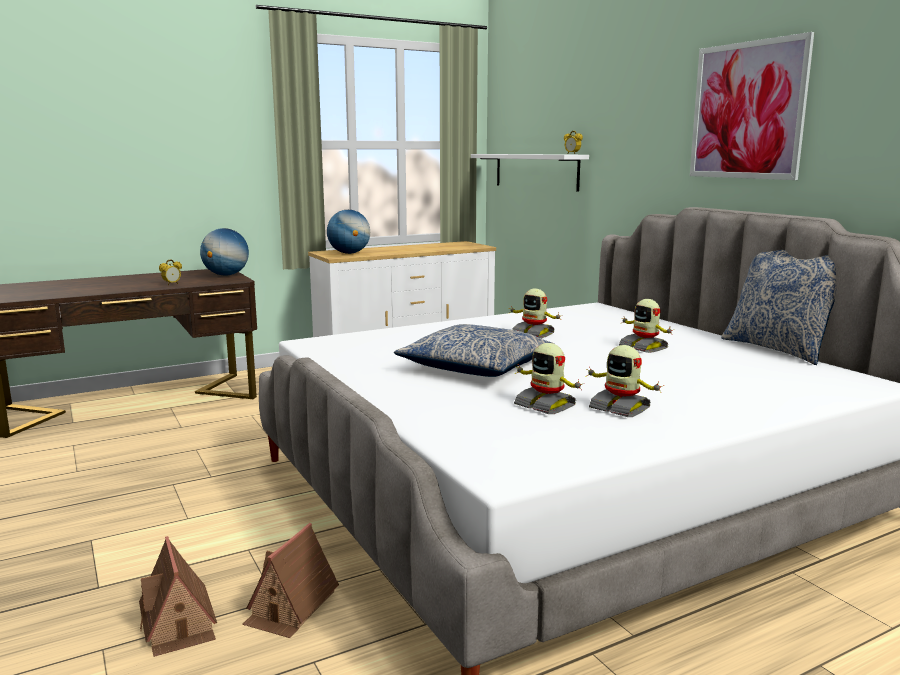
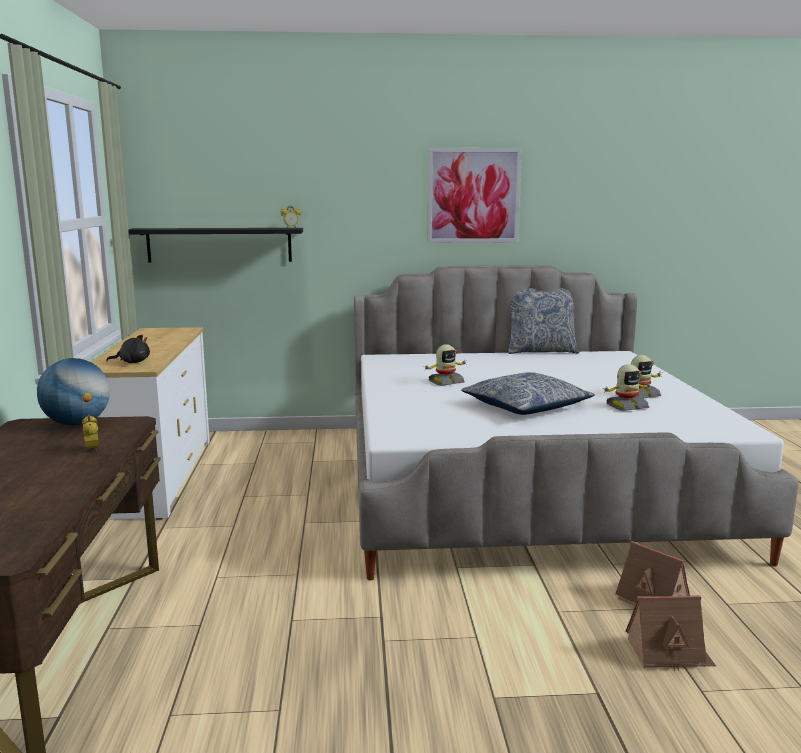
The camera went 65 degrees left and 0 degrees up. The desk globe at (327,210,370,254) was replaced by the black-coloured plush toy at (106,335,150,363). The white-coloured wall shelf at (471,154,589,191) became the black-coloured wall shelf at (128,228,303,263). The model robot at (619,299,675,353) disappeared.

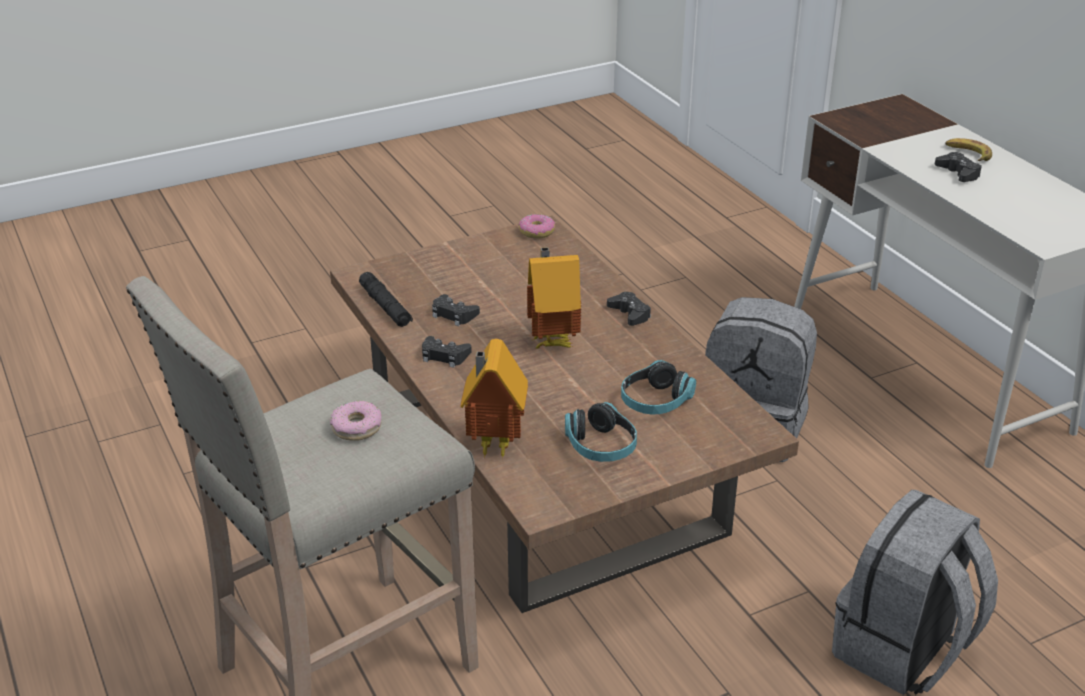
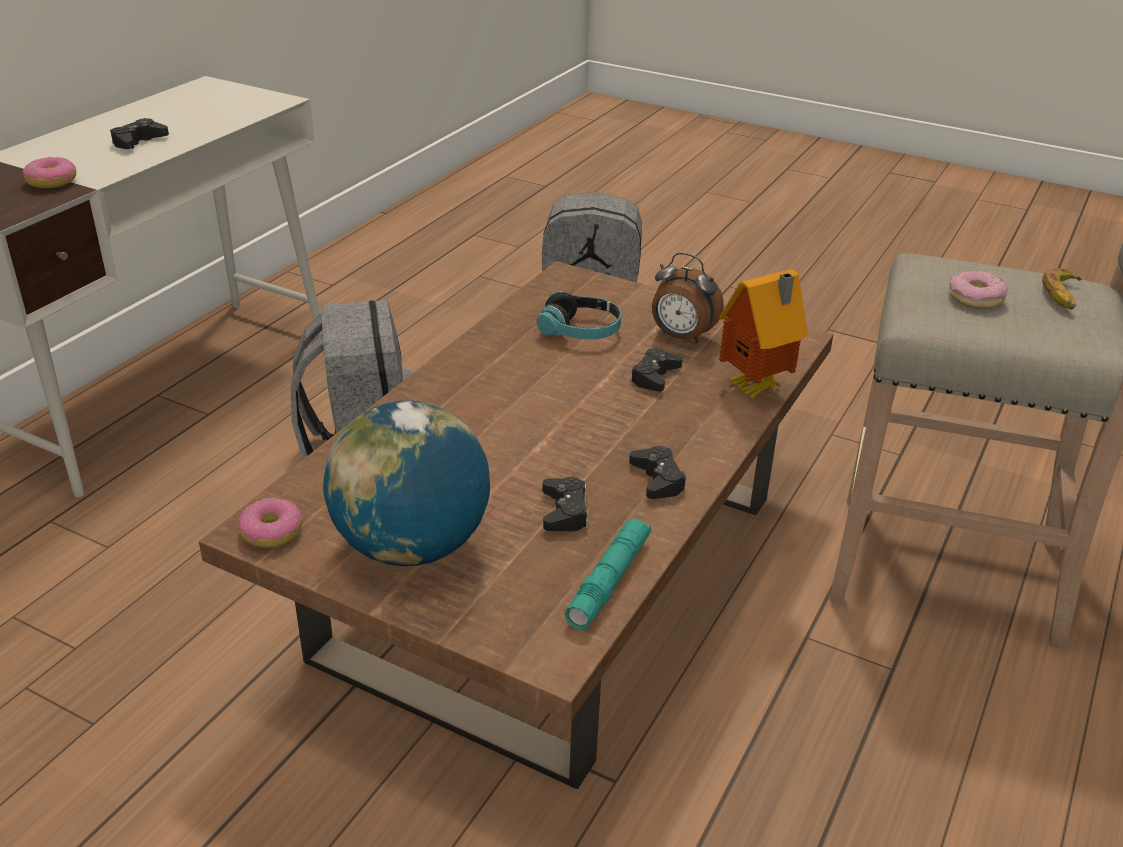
The camera went 125 degrees left and 0 degrees up. The black-coloured flashlight at (359,272,413,327) became the turquoise flashlight at (565,519,651,630). The toy house at (527,247,581,350) disappeared. The pair of headphones at (565,402,637,462) was replaced by the alarm clock at (652,253,724,343). The black-coloured joypad moved from (607,292,651,326) to (630,348,683,391). The banana moved from (945,138,992,161) to (1042,268,1082,309). The donut at (23,157,76,188) appeared. The desk globe at (323,401,490,566) appeared.

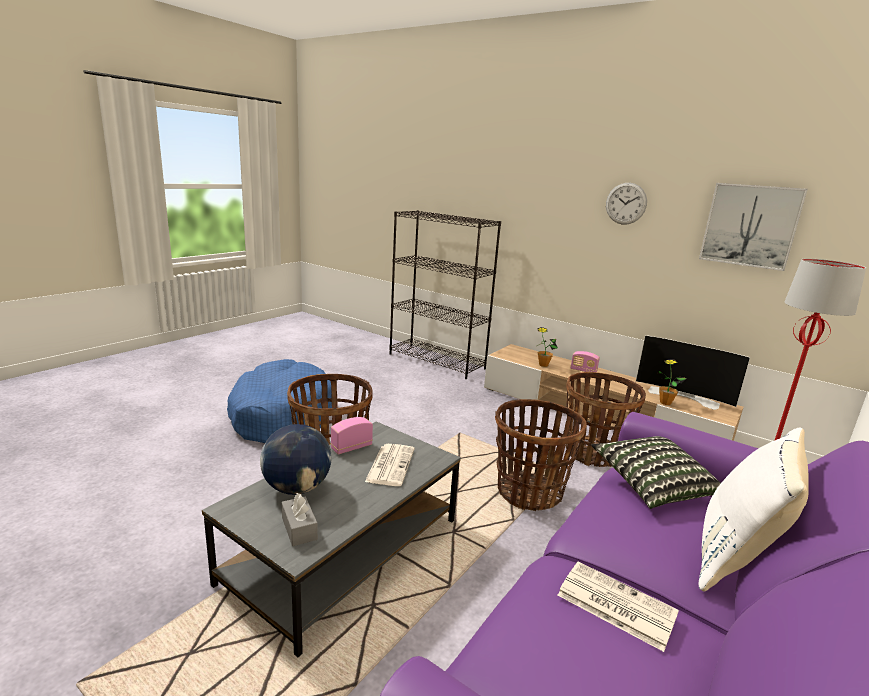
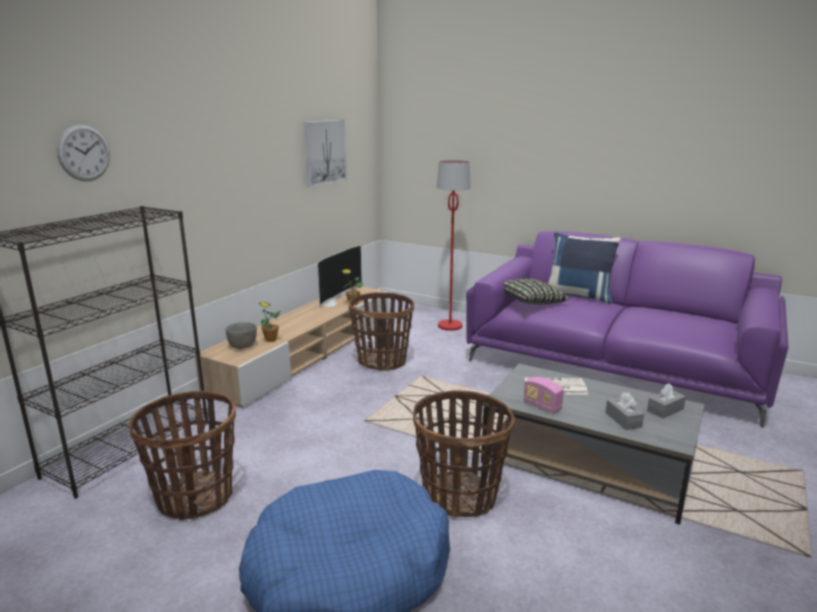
The camera went 95 degrees left and 0 degrees up. The desk globe at (260,424,332,495) was replaced by the gray tissue holder at (605,392,644,430). The household basket moved from (495,399,587,511) to (128,391,236,520). The printed paper at (558,562,679,652) disappeared. The radio receiver at (571,351,600,372) disappeared. The clock on the wall moved from (606,183,647,225) to (57,124,110,181). The white-coloured throw pillow at (698,427,809,592) became the bluish throw pillow at (548,232,621,304). The gray deep dish at (226,322,257,349) appeared.

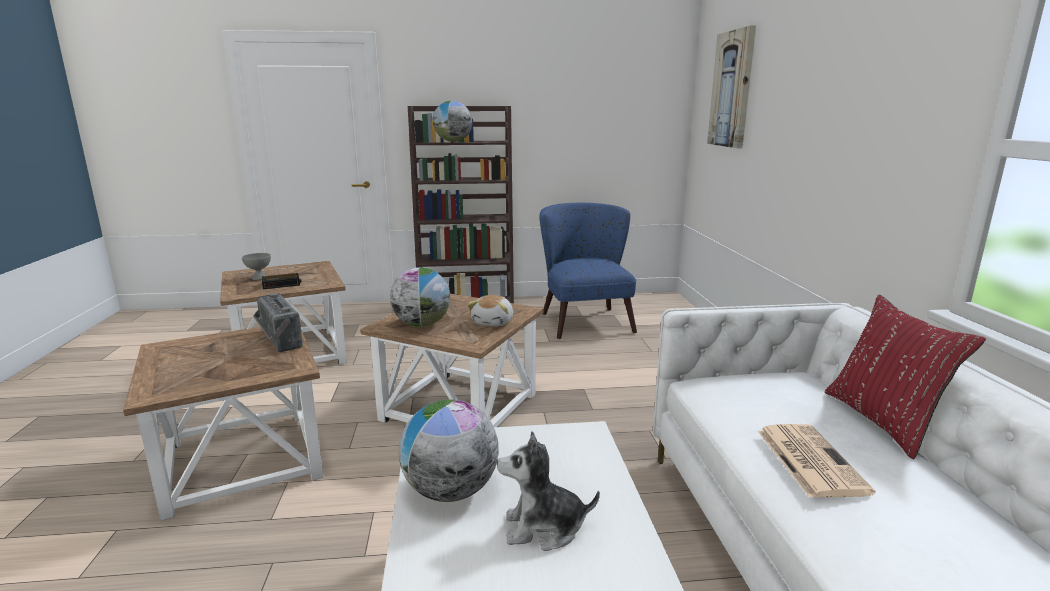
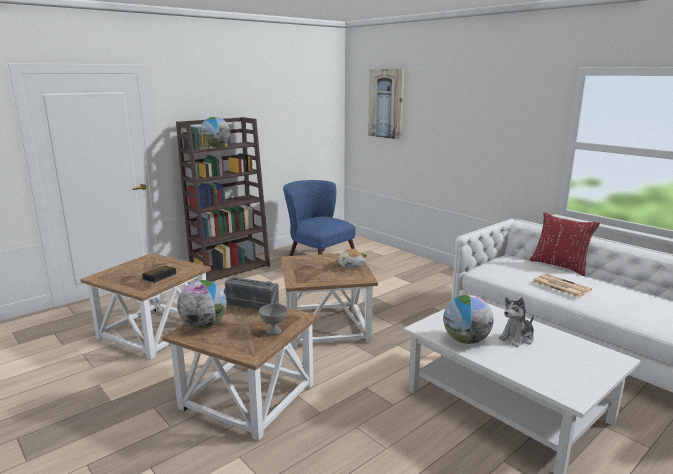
The camera went 35 degrees left and 0 degrees up. The gray deep dish moved from (242,253,271,280) to (259,304,287,335). The desk globe moved from (390,267,450,327) to (177,280,227,329).

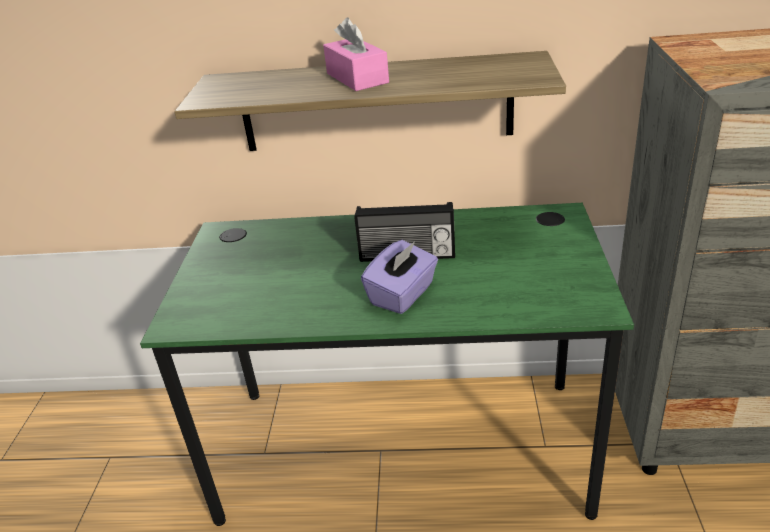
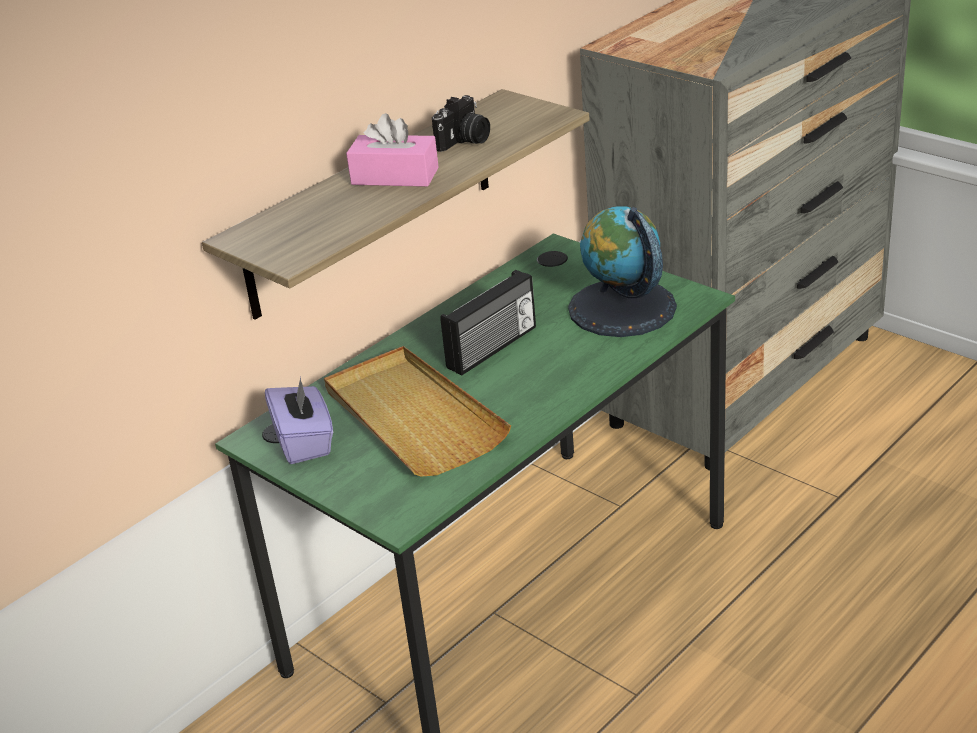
The camera went 50 degrees left and 0 degrees up. The purple tissue holder moved from (361,240,438,314) to (265,377,333,464). The sand-coloured carrying tray at (324,346,511,477) appeared. The photo camera at (432,95,490,152) appeared. The desk globe at (568,207,677,337) appeared.

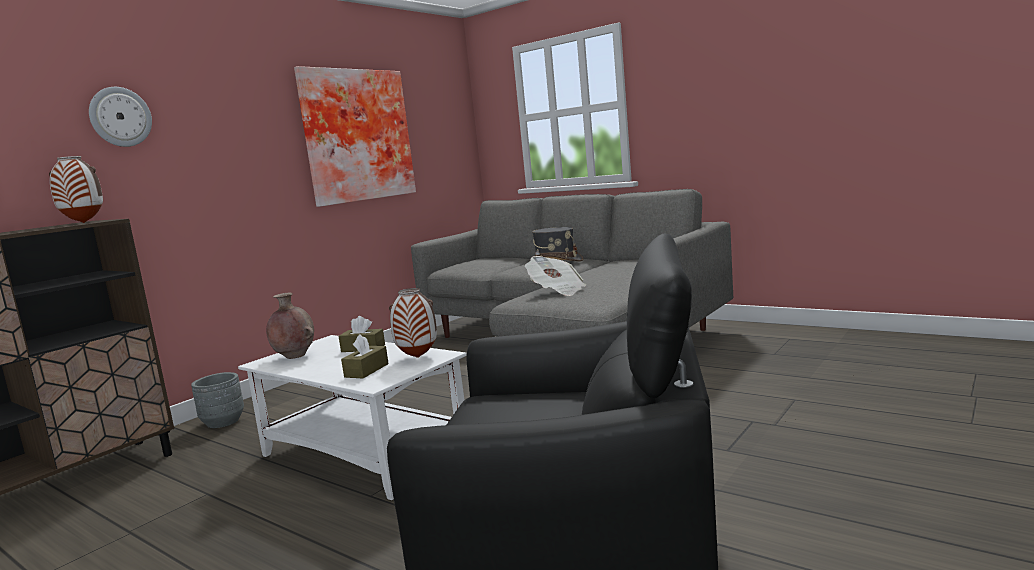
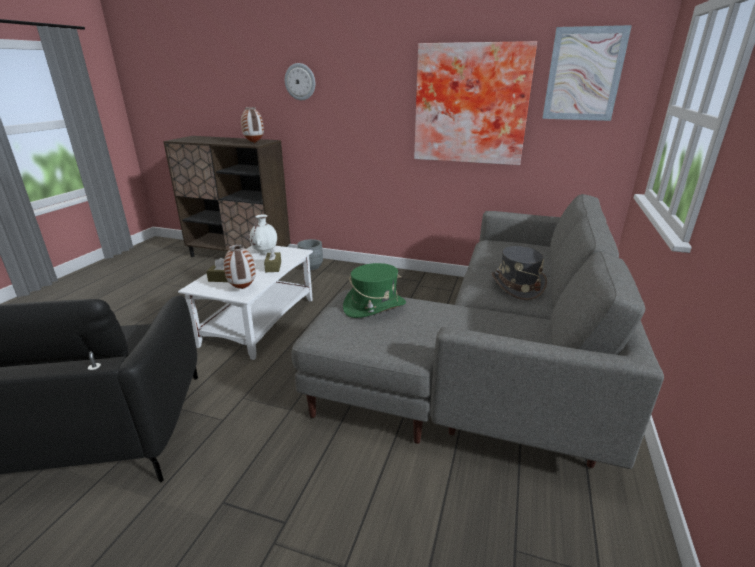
The camera went 70 degrees right and 15 degrees up. The brown-coloured vase at (266,292,314,359) became the white-coloured vase at (249,214,277,254). The printed paper at (525,256,586,296) was replaced by the greenish clothing hat at (343,263,406,318). The wall picture at (542,25,632,121) appeared.

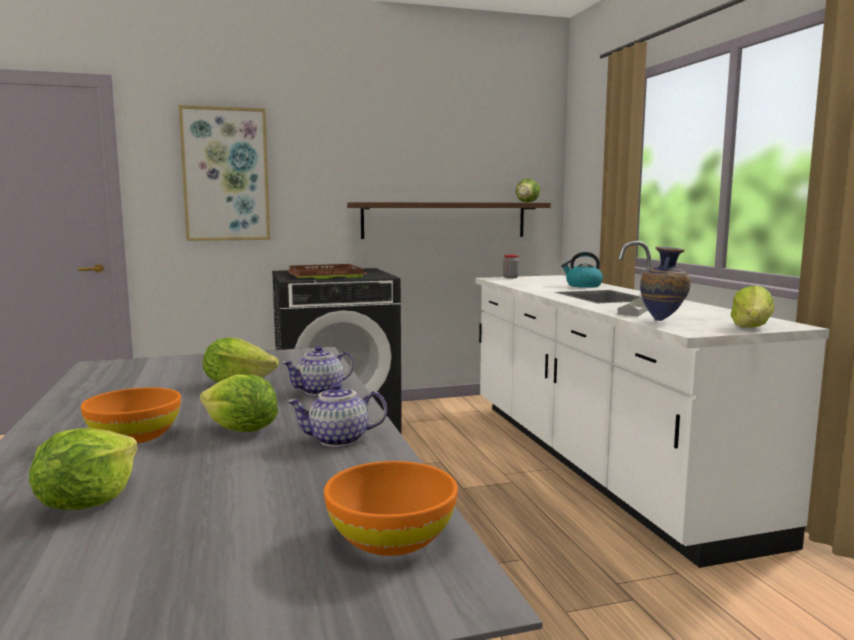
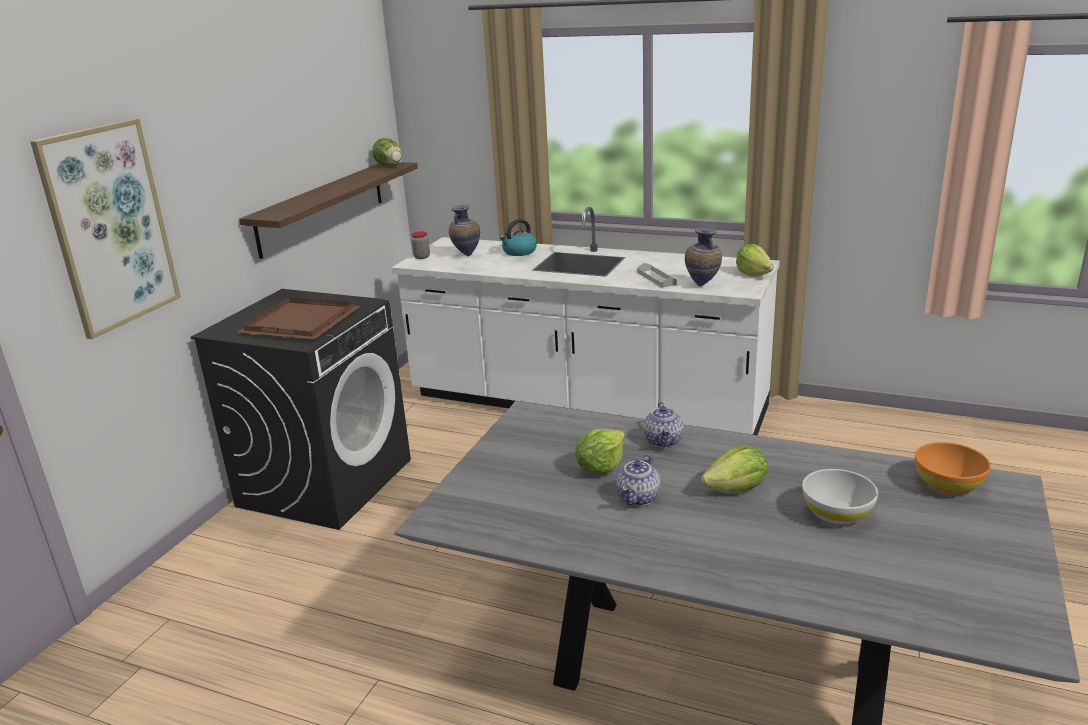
The camera went 50 degrees left and 15 degrees up. The lettuce head at (29,428,138,510) disappeared. The orange-coloured deep dish at (81,387,181,444) disappeared. The tea pot moved from (286,383,387,447) to (616,454,660,506). The vase at (449,205,480,256) appeared. The white-coloured deep dish at (802,469,878,524) appeared.

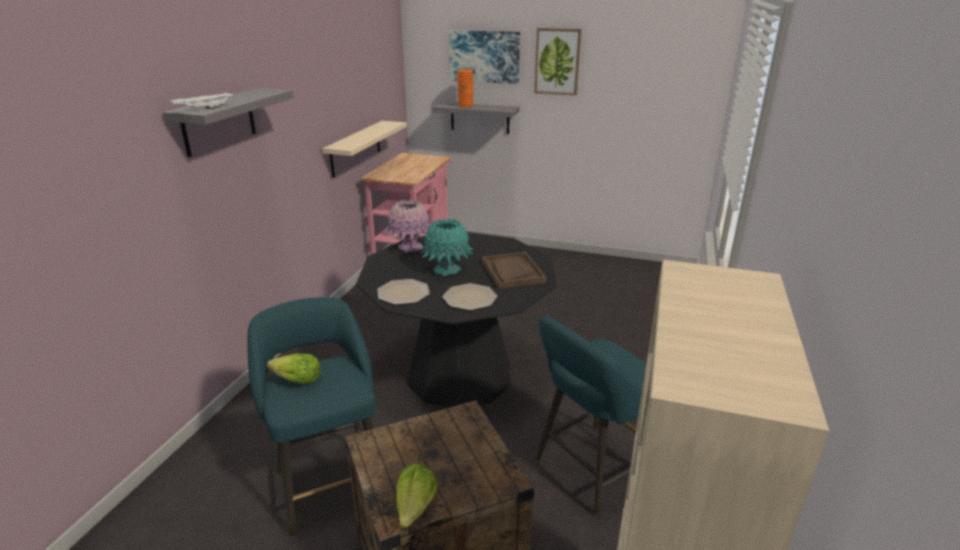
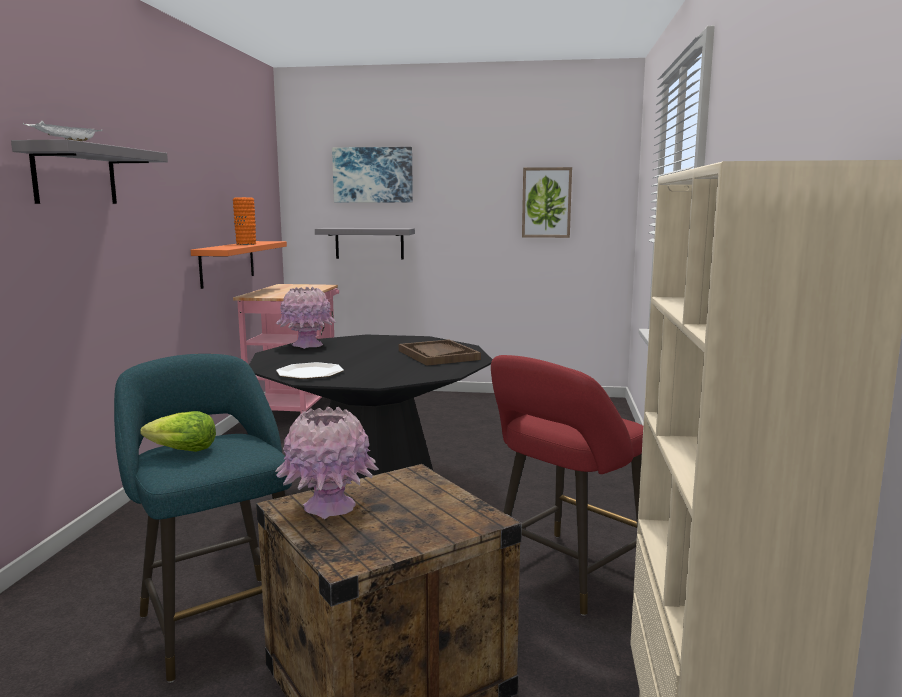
The camera went 10 degrees left and 15 degrees down. The sand-coloured wall shelf at (322,121,407,178) became the orange-coloured wall shelf at (191,241,287,289). The lettuce head at (396,463,438,528) disappeared. The turquoise vase at (420,218,473,276) disappeared. The flat dish at (443,283,497,310) disappeared. The orange-coloured vase moved from (457,69,473,108) to (233,197,256,245). The wall picture moved from (534,28,582,96) to (522,167,572,238). The turquoise sitting stool at (536,315,646,516) became the red-coloured sitting stool at (491,355,643,616). The pinkish vase at (275,407,380,519) appeared.

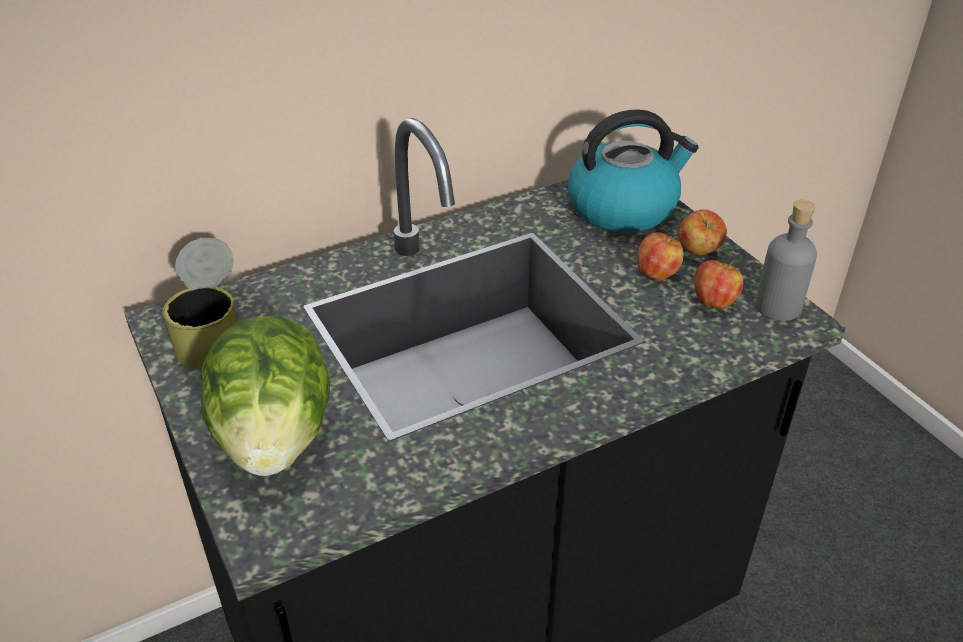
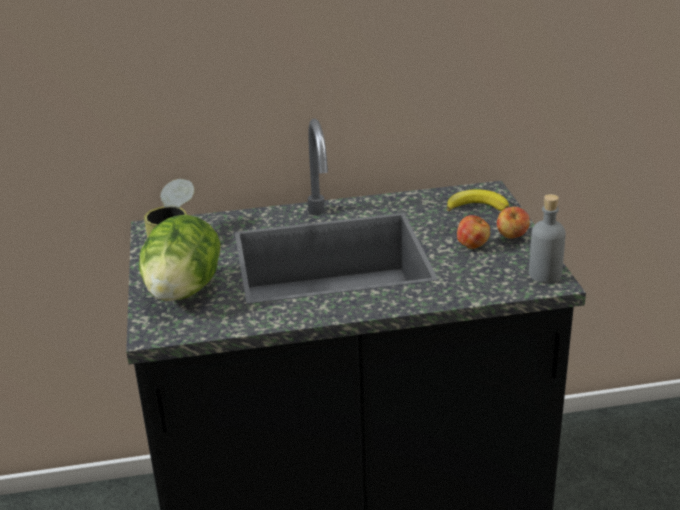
The camera went 20 degrees right and 10 degrees down. The kettle at (567,109,699,233) was replaced by the banana at (447,189,509,211). The apple at (694,260,743,309) disappeared.

